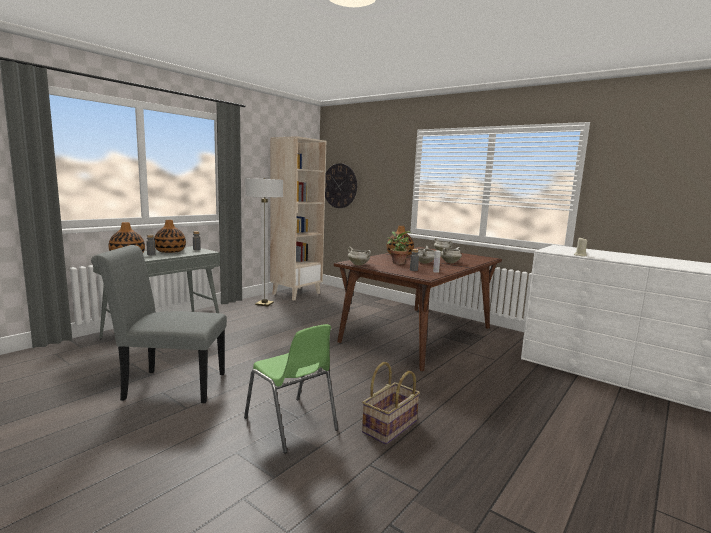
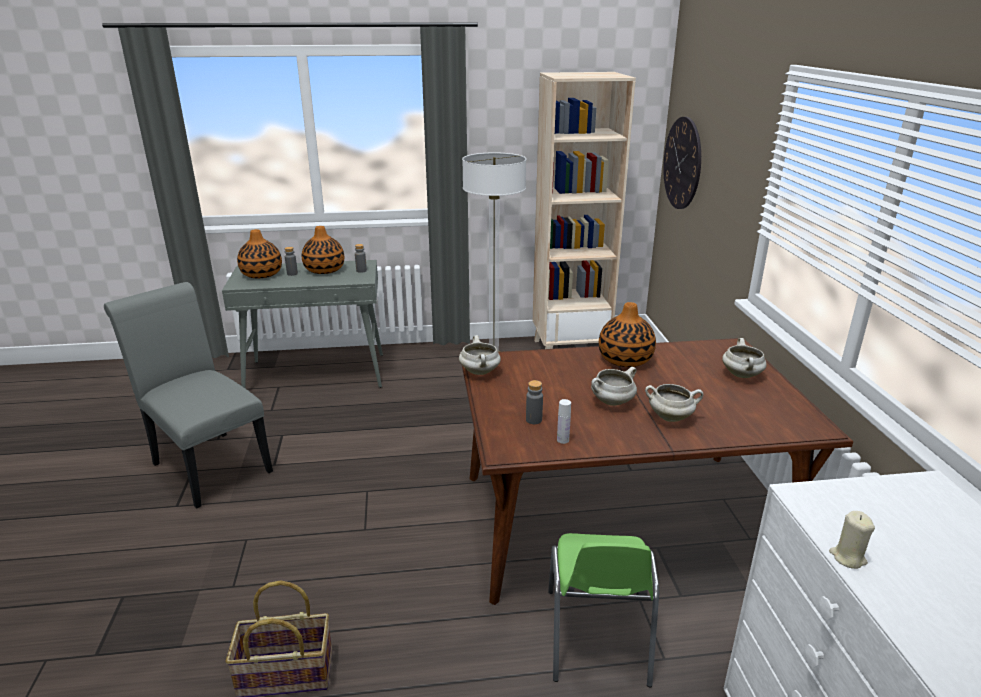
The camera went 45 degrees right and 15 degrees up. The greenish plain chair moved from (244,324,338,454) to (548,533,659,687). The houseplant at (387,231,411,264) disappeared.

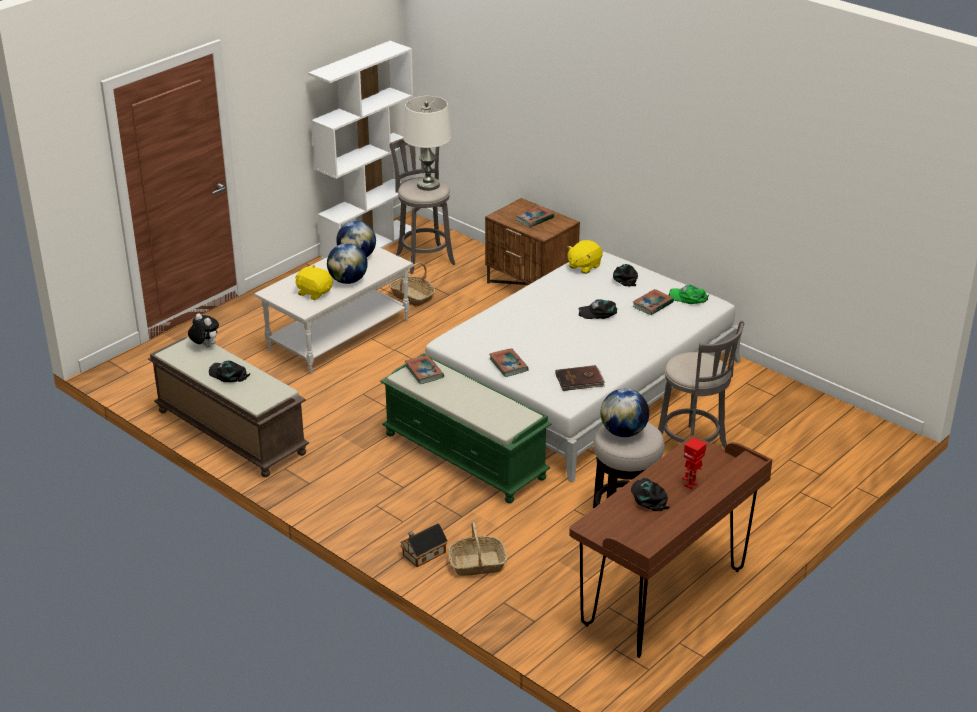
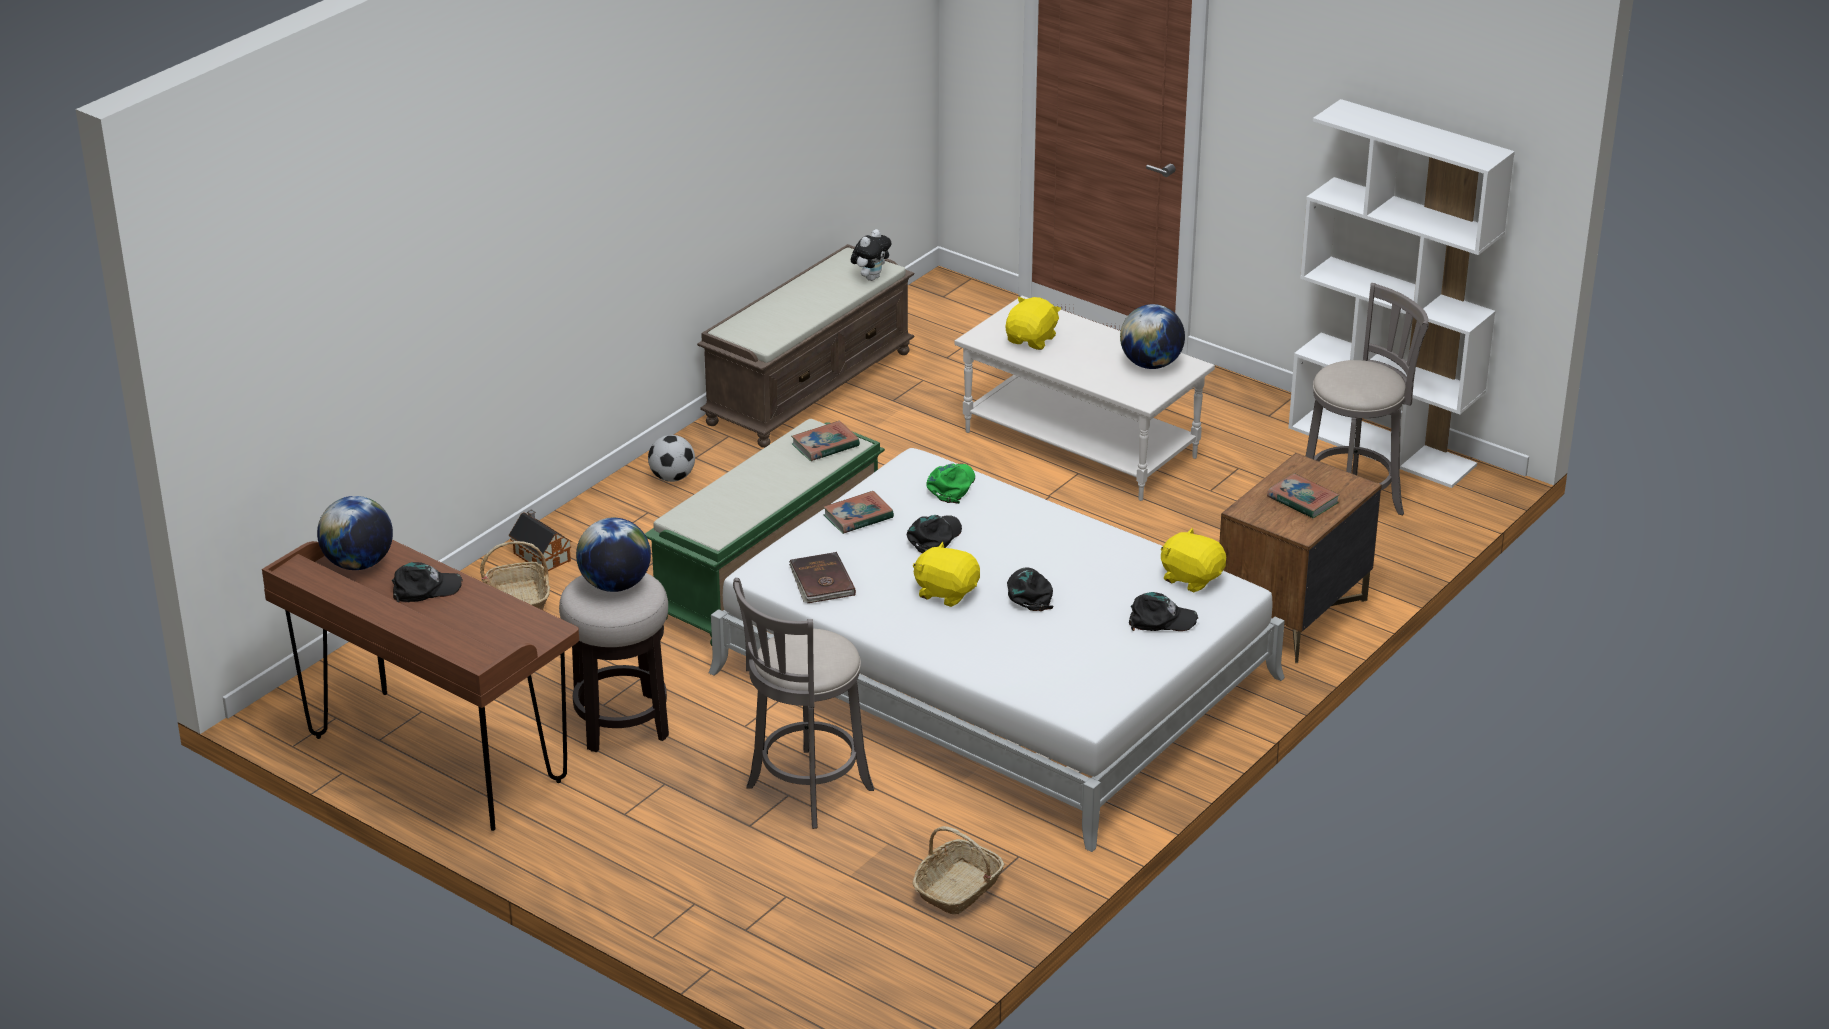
The camera went 85 degrees right and 0 degrees up. The black-coloured peaked cap moved from (209,361,250,382) to (907,515,962,553). The desk globe moved from (327,243,368,284) to (317,496,393,570). The household basket moved from (389,262,435,306) to (912,826,1004,914). The white-coloured lamp for a table at (403,96,451,191) disappeared. The bound book at (633,289,674,315) disappeared. The greenish peaked cap moved from (669,285,709,304) to (926,464,975,504). The model robot at (682,438,706,489) disappeared. The football at (648,435,695,482) appeared. The yellowish plush toy at (913,542,980,607) appeared.

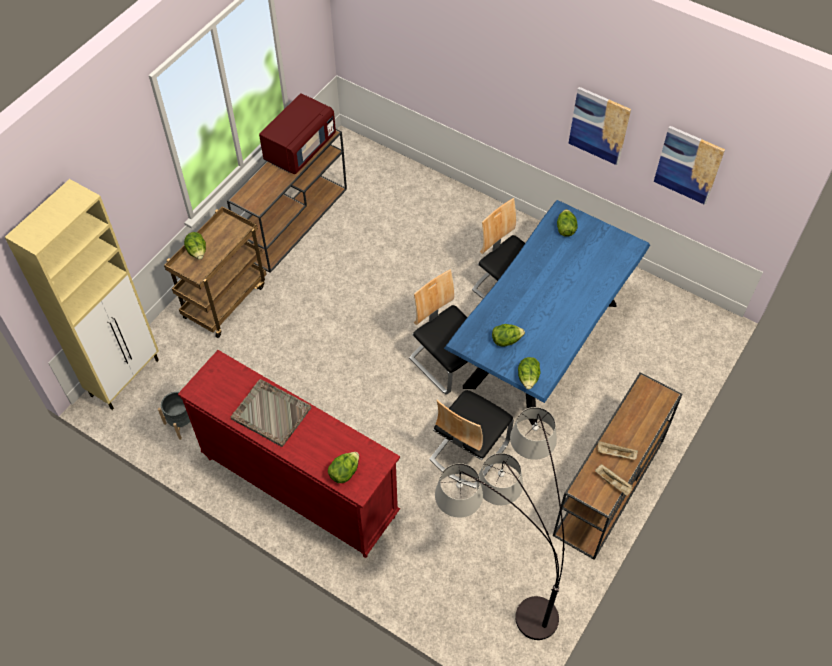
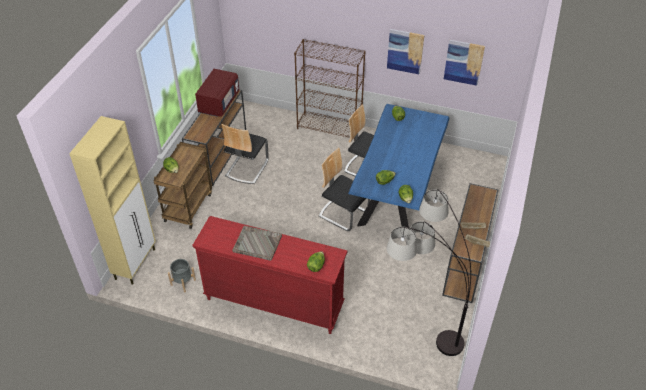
The camera went 15 degrees left and 10 degrees down. The plain chair moved from (429,390,514,489) to (221,124,269,184). The brown-coloured bookcase at (294,39,366,138) appeared.

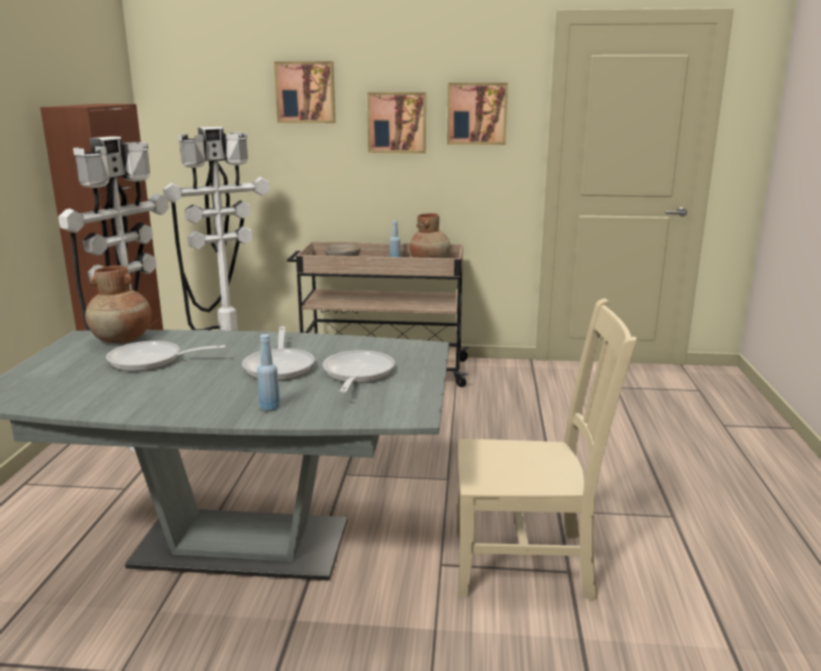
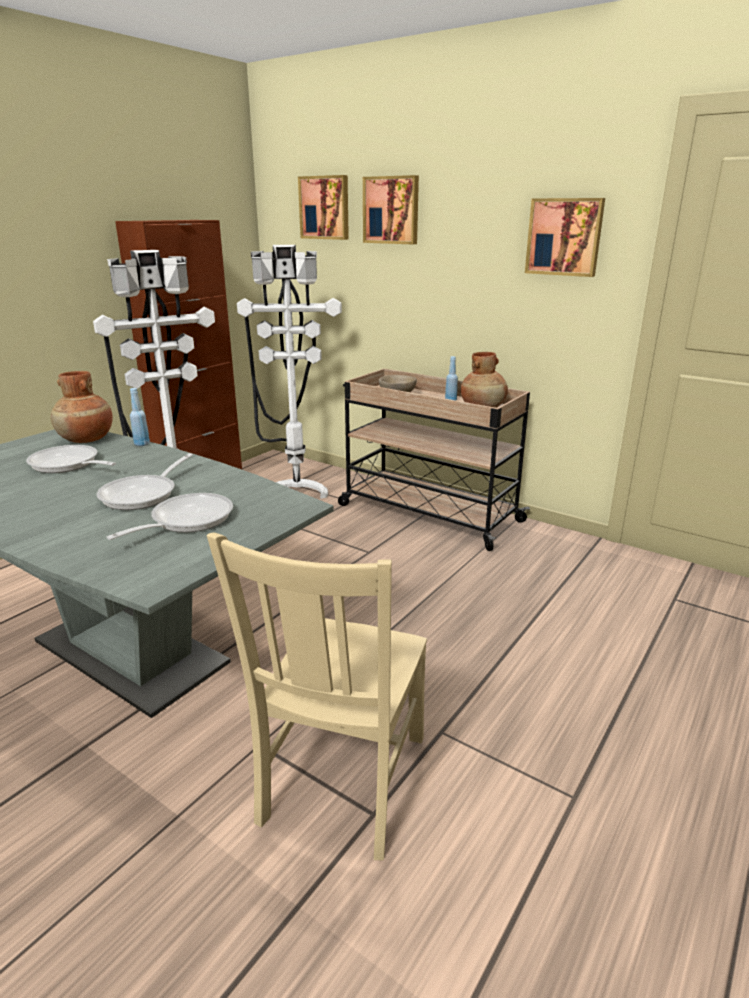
The camera went 30 degrees right and 5 degrees up. The bluish bottle moved from (257,334,280,411) to (130,388,150,446). The wall picture moved from (367,92,426,153) to (298,175,349,240). The sand-coloured plain chair at (457,298,637,600) turned 75 degrees clockwise.

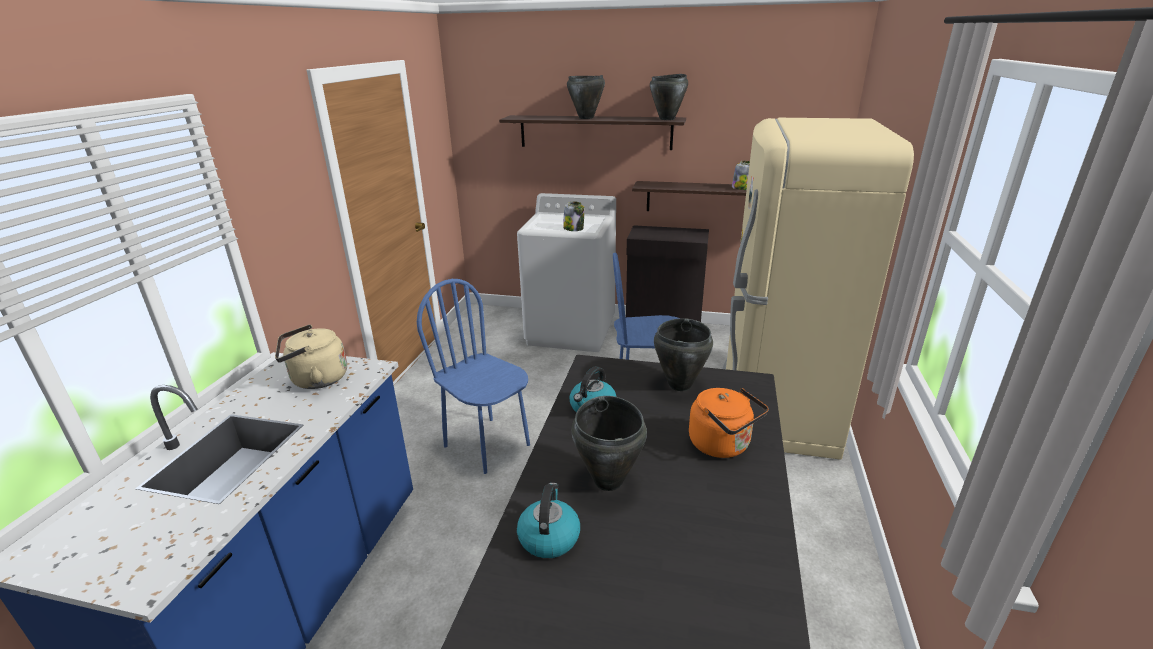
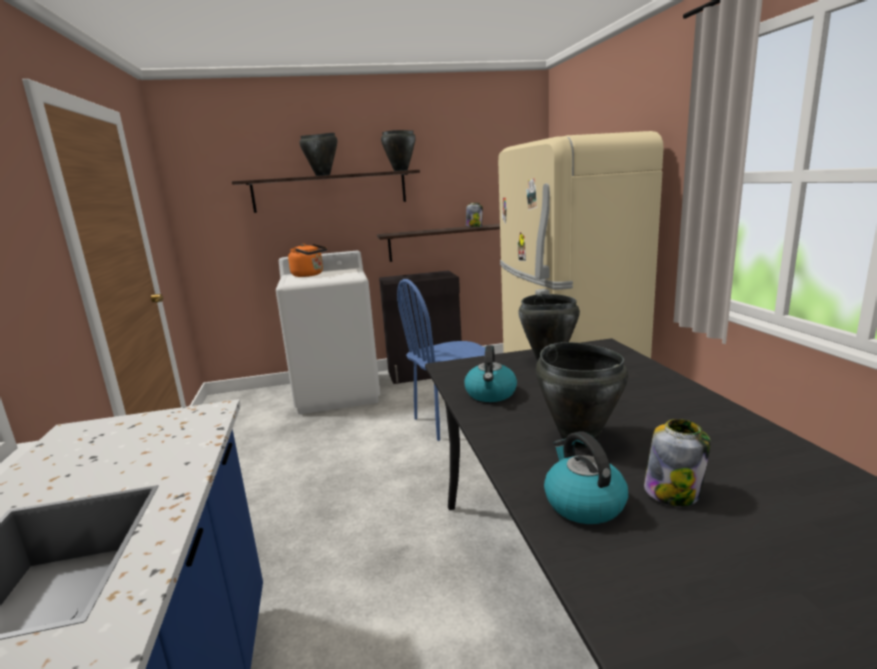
The camera went 25 degrees left and 10 degrees down. The sand-coloured kettle at (275,324,347,389) disappeared. The bluish plain chair at (417,279,530,474) disappeared. The preserve jar moved from (563,201,585,231) to (644,419,711,506). The orange-coloured kettle moved from (689,388,769,458) to (288,244,327,277).

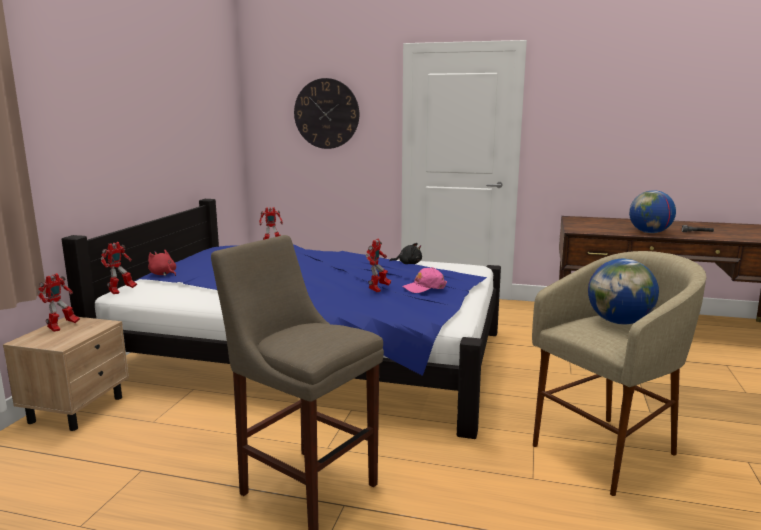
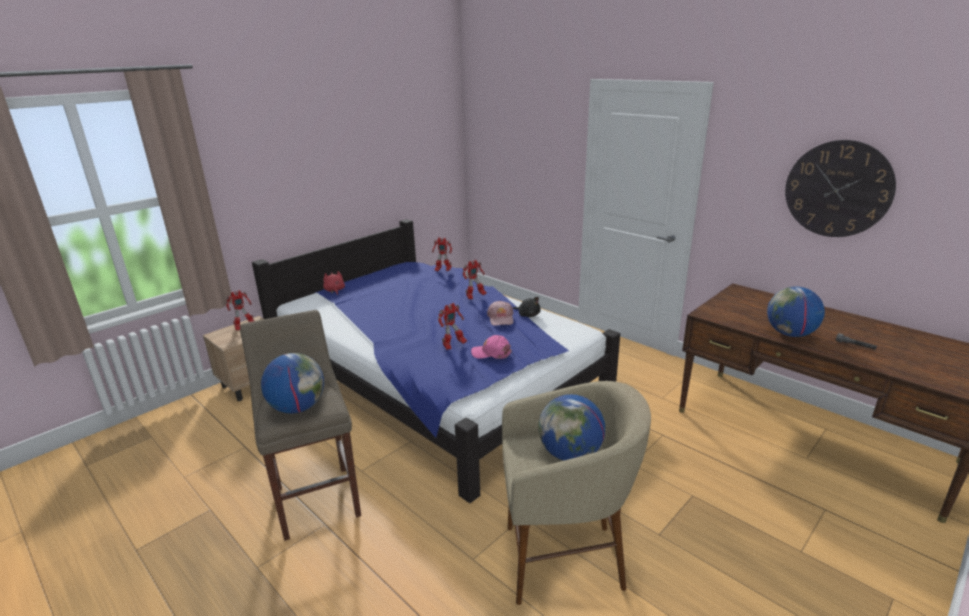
The camera went 30 degrees right and 10 degrees up. The model robot moved from (101,242,137,294) to (463,260,487,299). The clock on the wall moved from (294,78,359,149) to (785,140,896,237). The desk globe at (261,353,324,414) appeared. The pinkish peaked cap at (487,301,513,326) appeared.

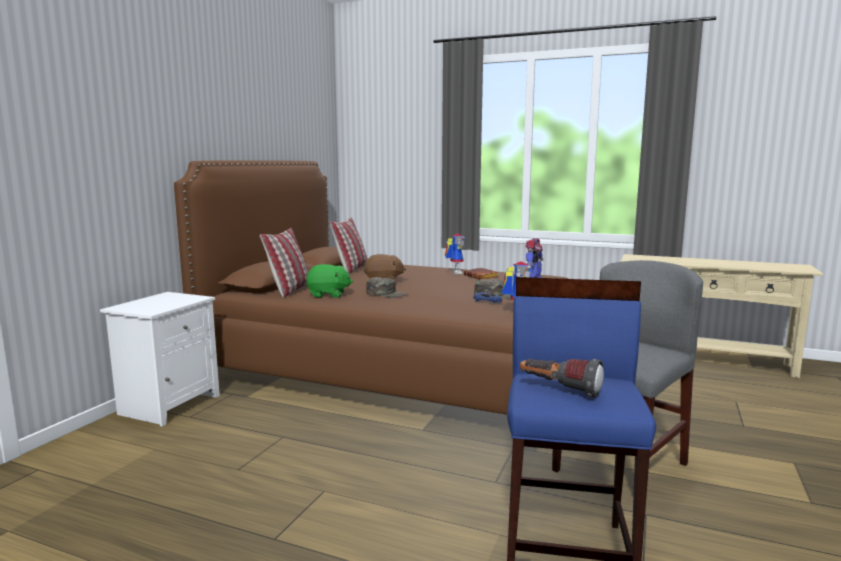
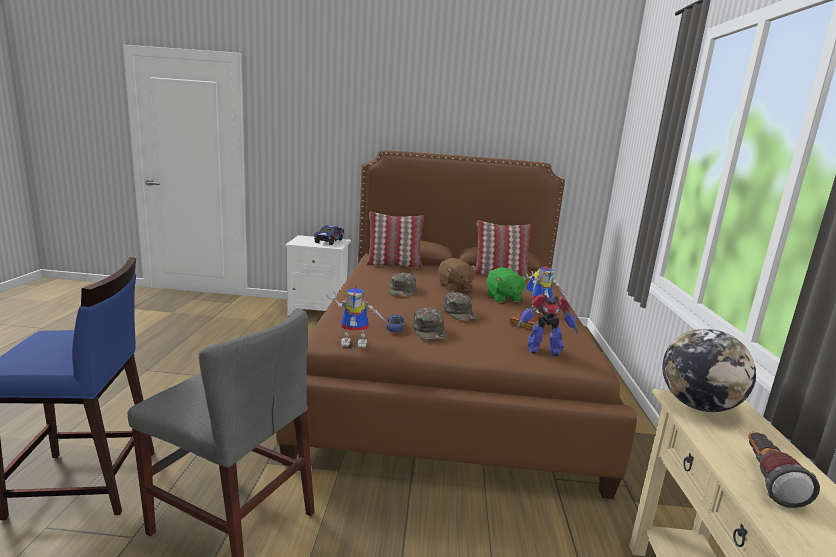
The camera went 70 degrees right and 5 degrees up. The greenish plush toy moved from (306,264,353,298) to (487,267,527,303). The flashlight moved from (520,359,604,398) to (748,432,820,508). The model truck at (314,225,344,245) appeared. The greenish peaked cap at (443,292,479,320) appeared. The desk globe at (662,329,756,412) appeared.

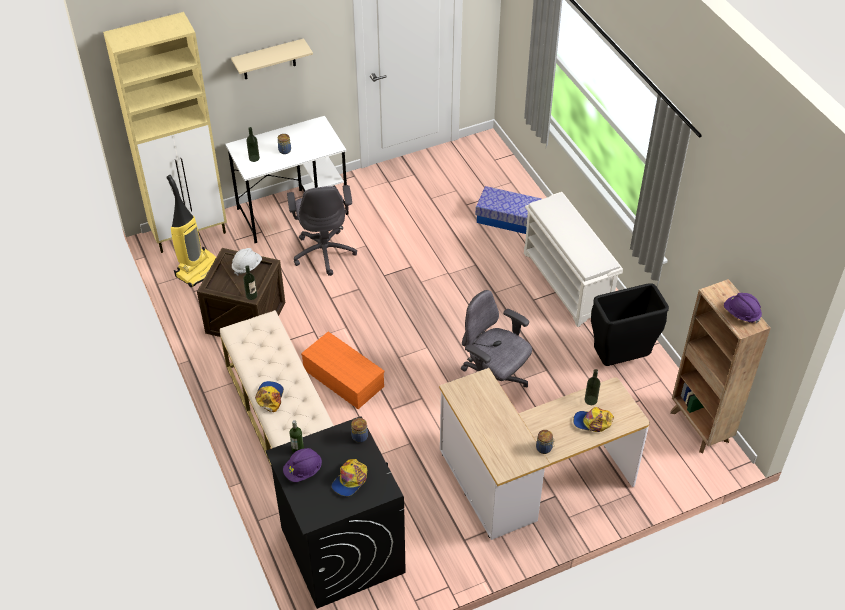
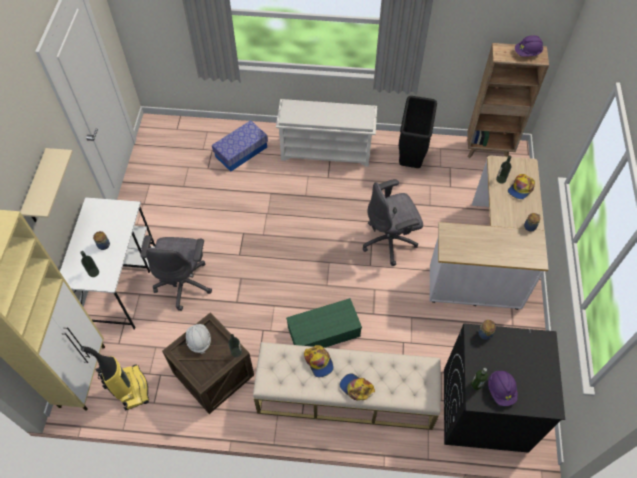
The camera went 60 degrees left and 10 degrees up. The gray computer chair at (287,185,357,276) turned 75 degrees clockwise. The orange-coloured storage box at (301,332,384,409) became the greenish storage box at (286,298,362,348). The peaked cap moved from (331,459,367,496) to (304,345,334,377).

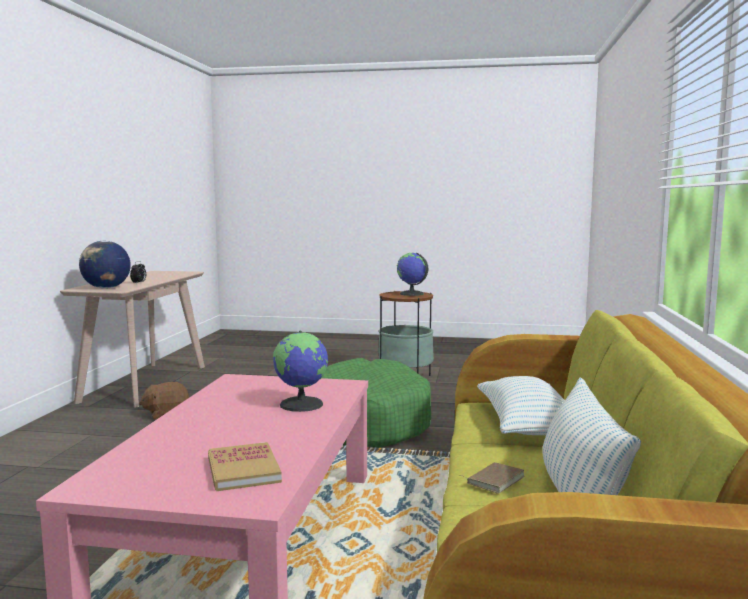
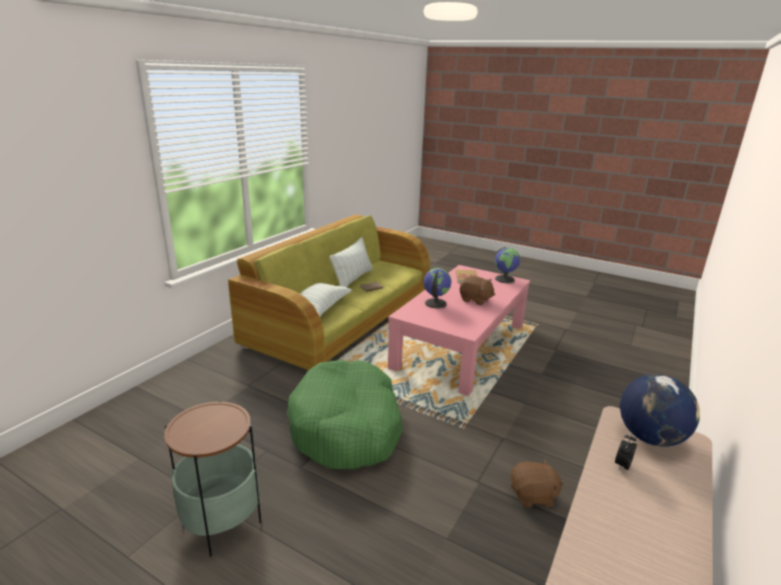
The camera went 160 degrees left and 15 degrees up. The desk globe moved from (397,253,428,296) to (495,247,520,283). The brown-coloured plush toy at (460,276,495,305) appeared.

